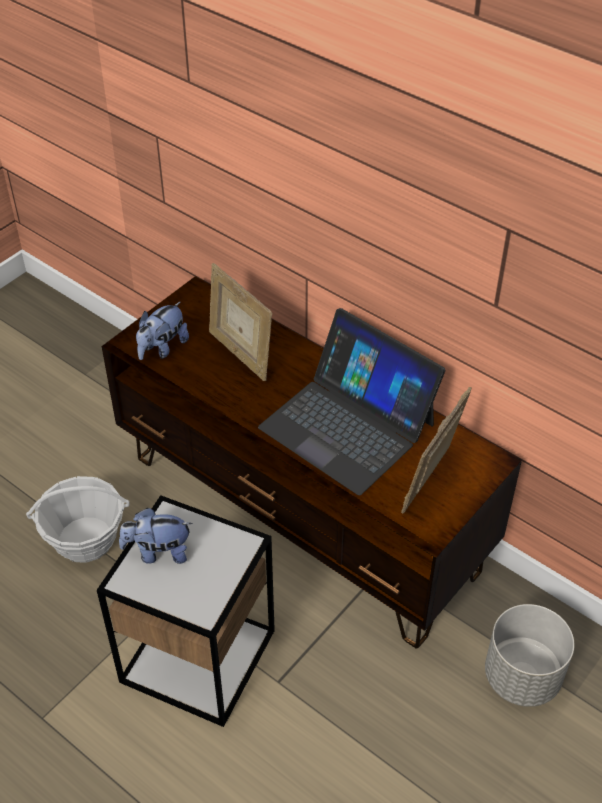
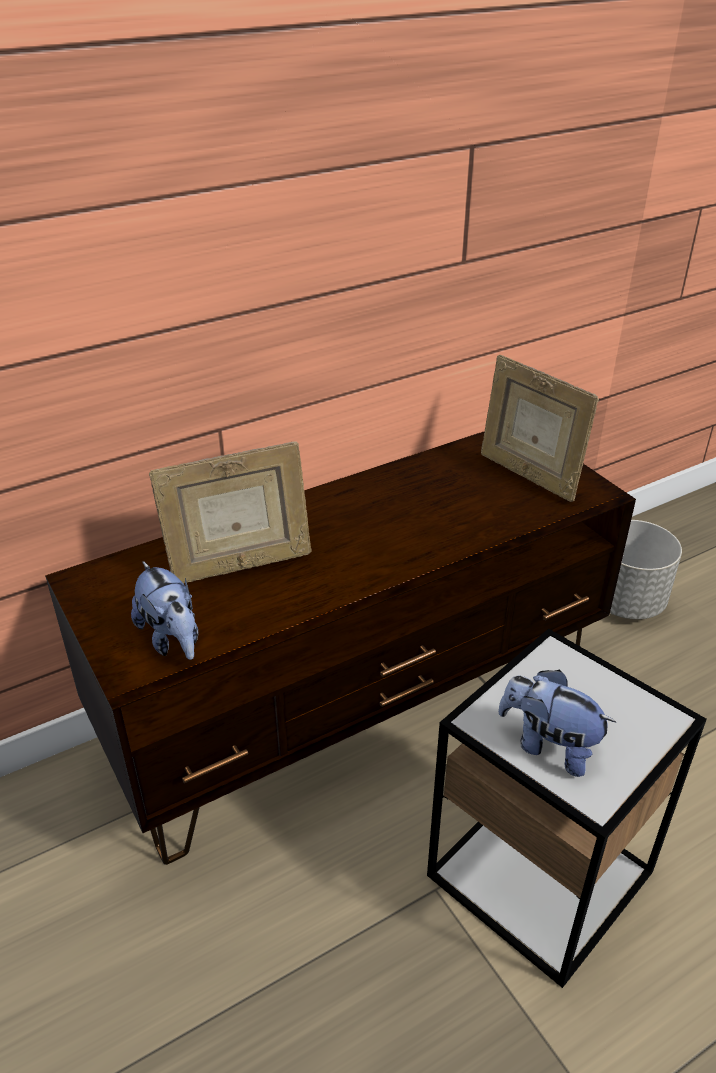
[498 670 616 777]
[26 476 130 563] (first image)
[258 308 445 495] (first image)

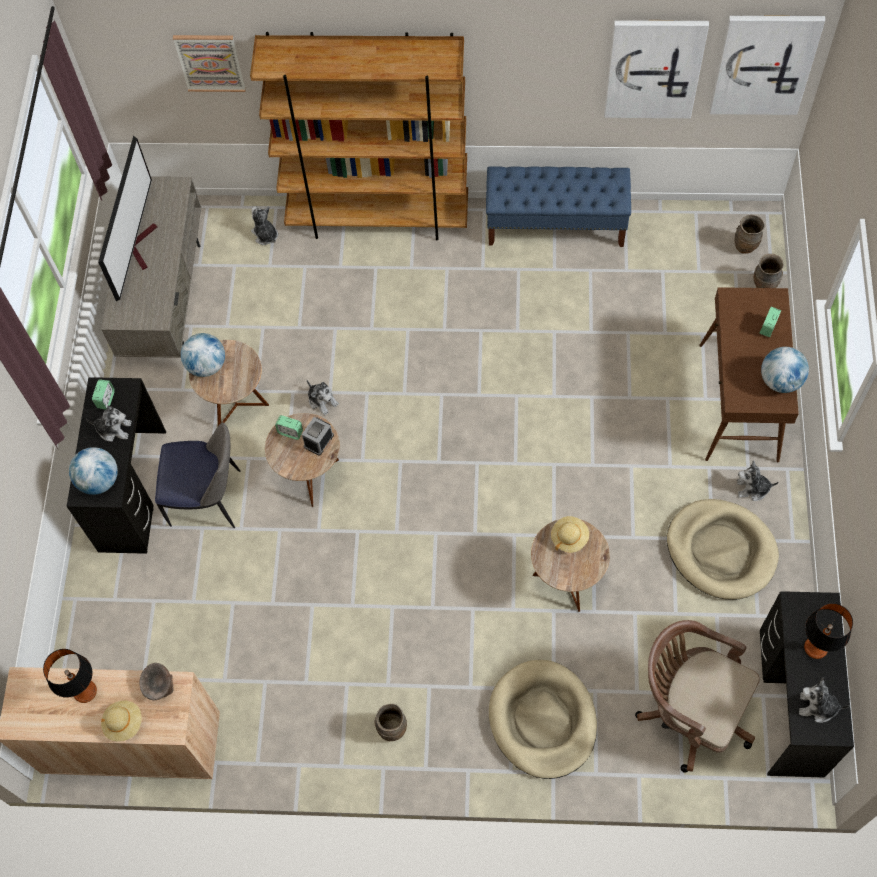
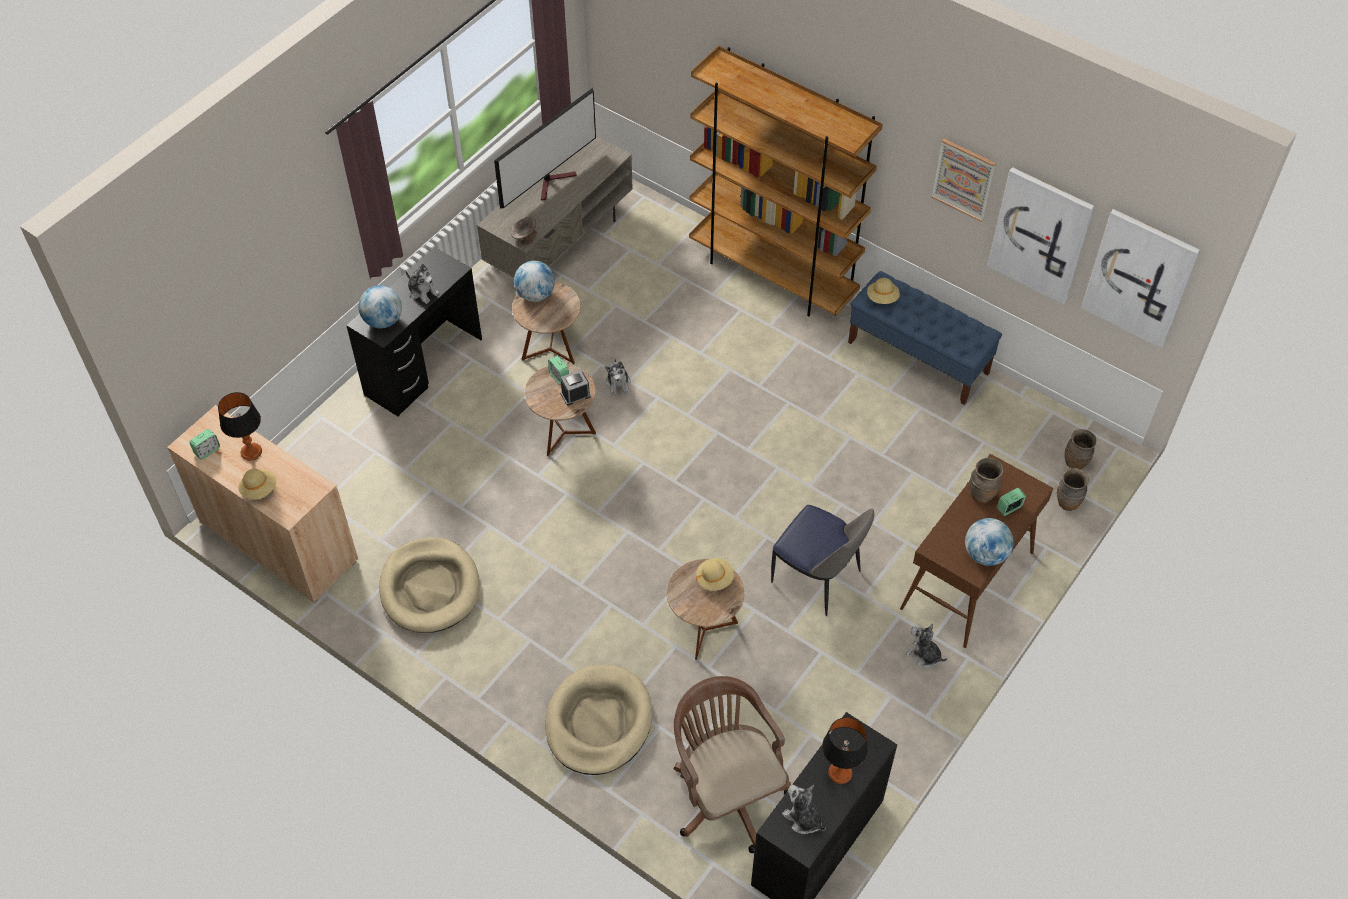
[190 429 220 460]
[379 537 480 632]
[511 217 537 245]
[771 505 874 616]
[867 278 900 304]
[931 138 996 222]
[969 457 1003 503]
[251 206 278 245] (first image)

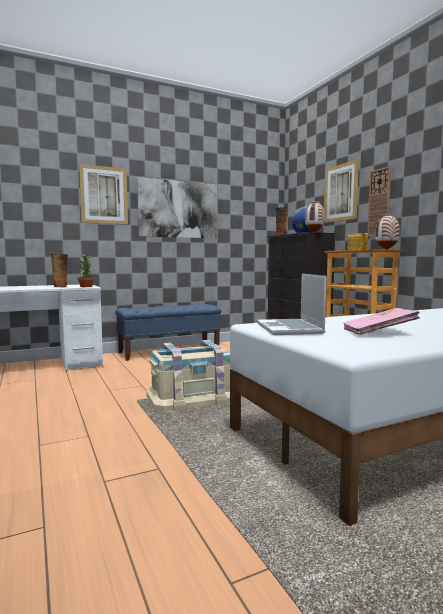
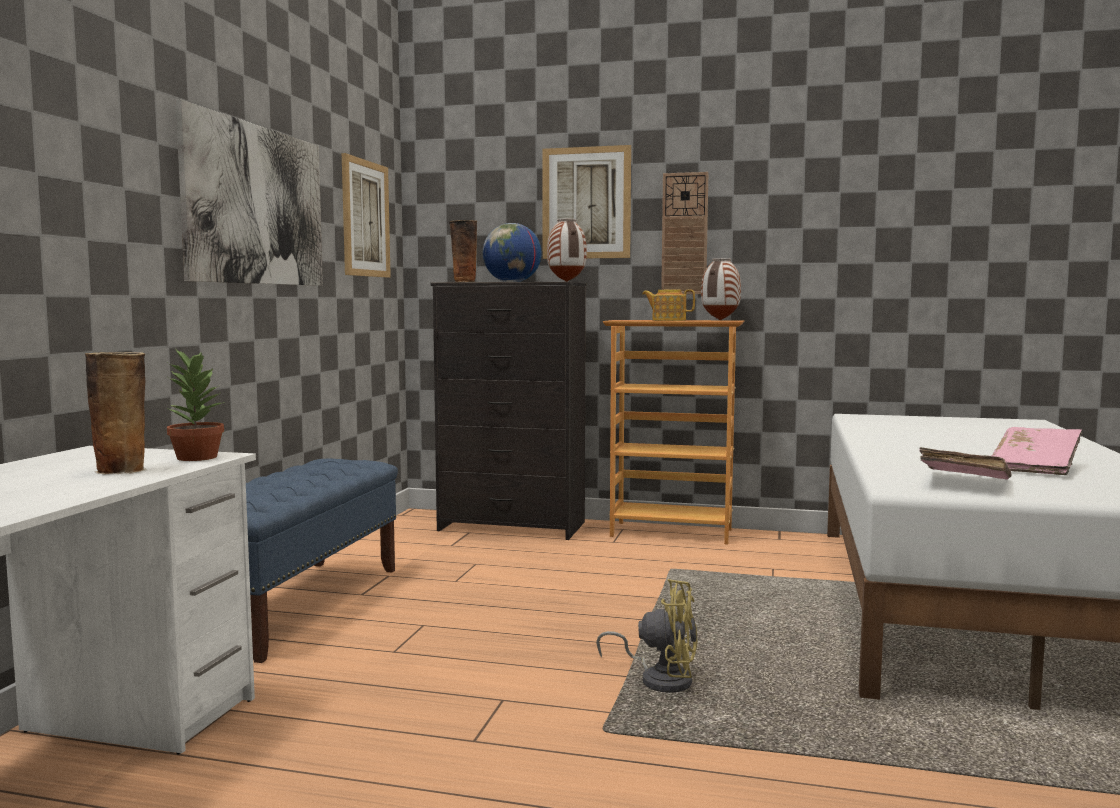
[342 153 391 278]
[596 579 698 693]
[919 447 1012 480]

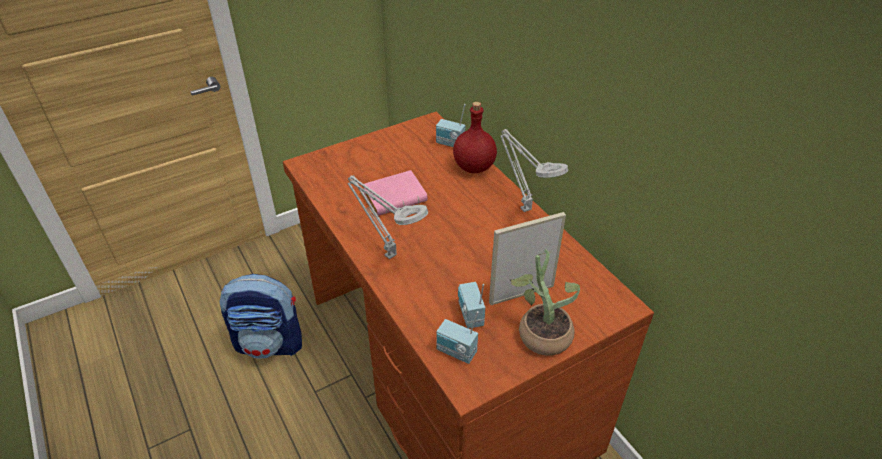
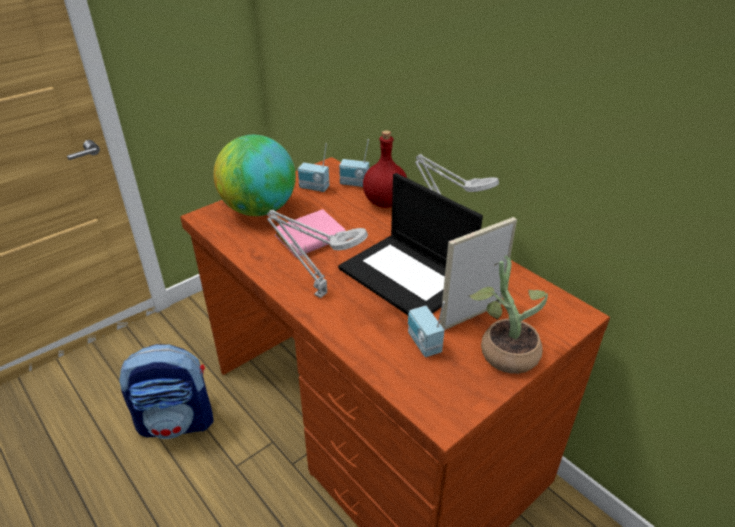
[213 135 296 216]
[298 143 329 192]
[338 173 483 315]

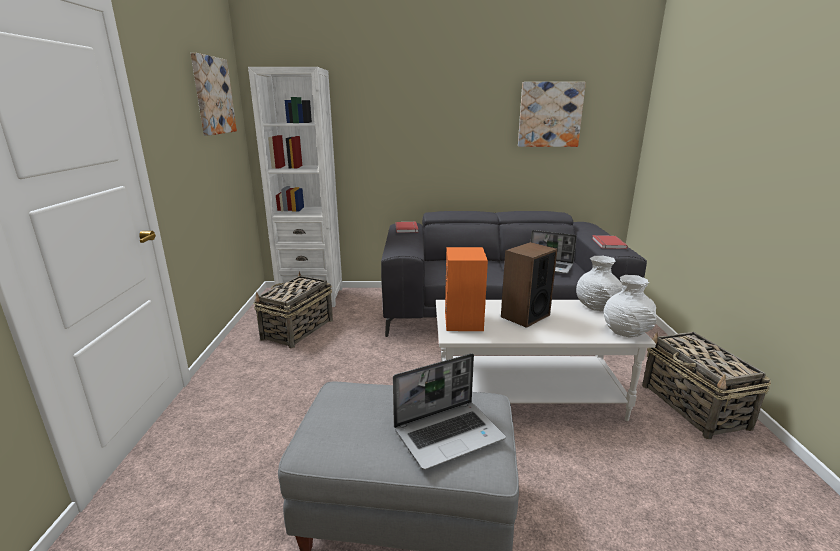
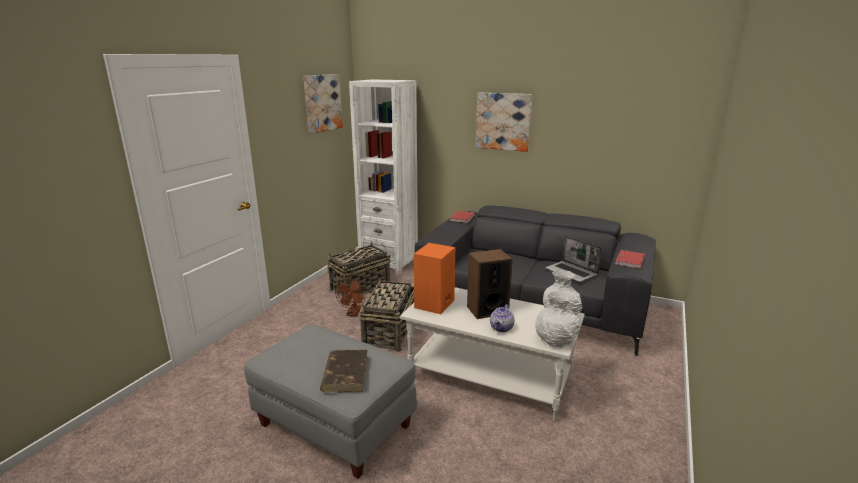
[320 350 368 392]
[335 278 366 317]
[359 277 414 352]
[476 93 533 152]
[490 304 514 332]

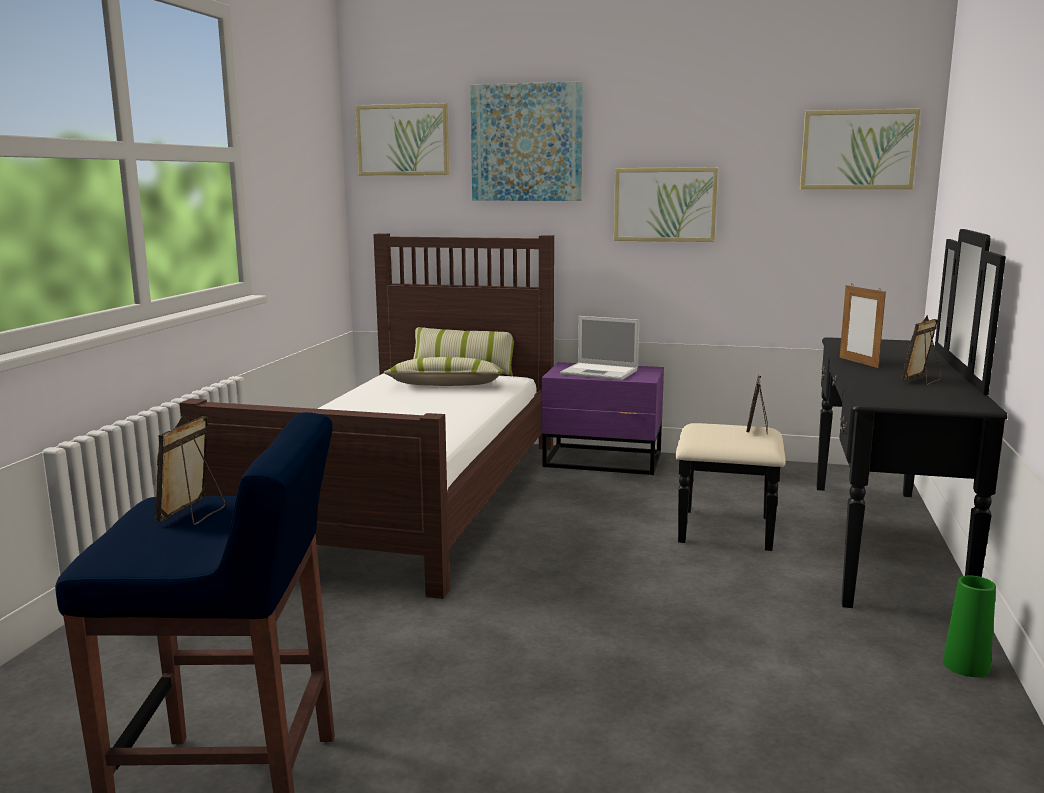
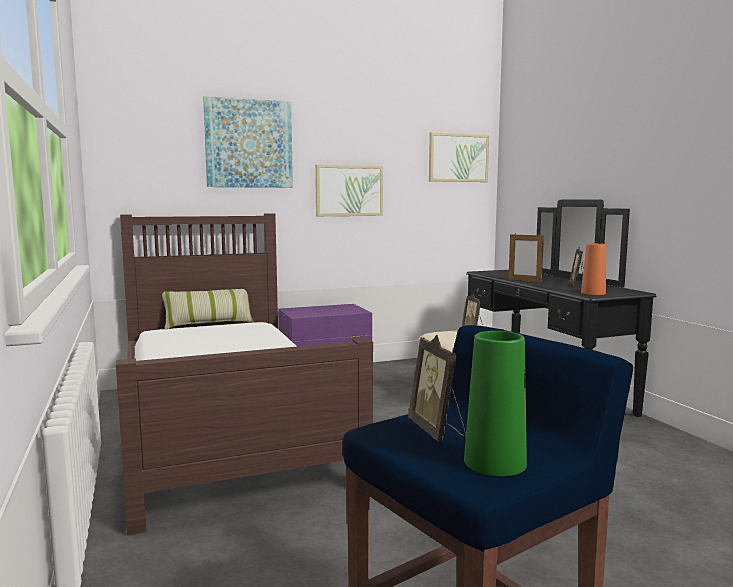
[464 331 527 476]
[581 243 606 295]
[355 103 449 175] (first image)
[383 357 505 386] (first image)
[560 316 639 380] (first image)

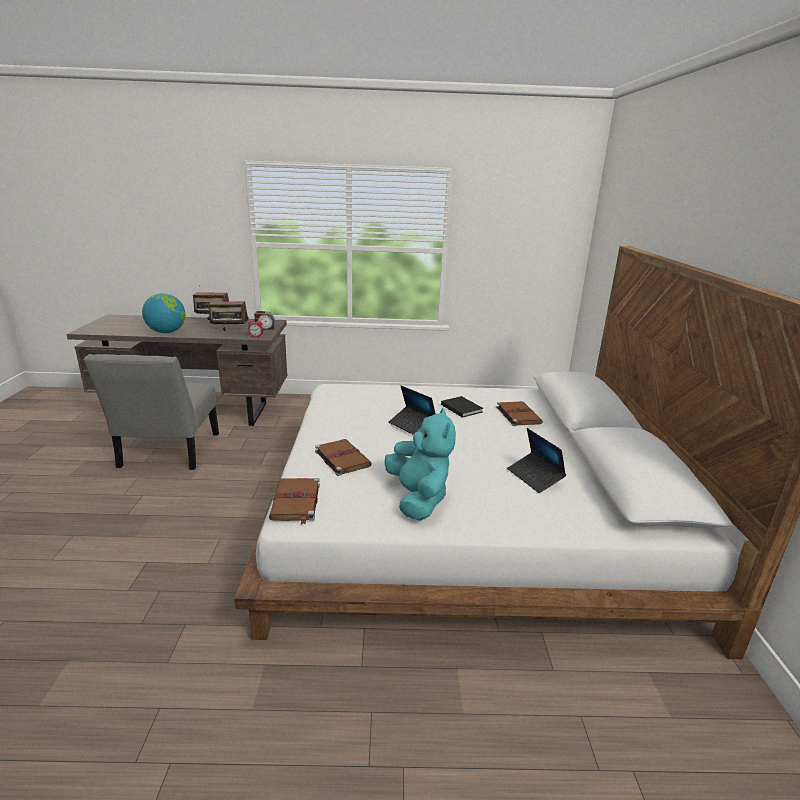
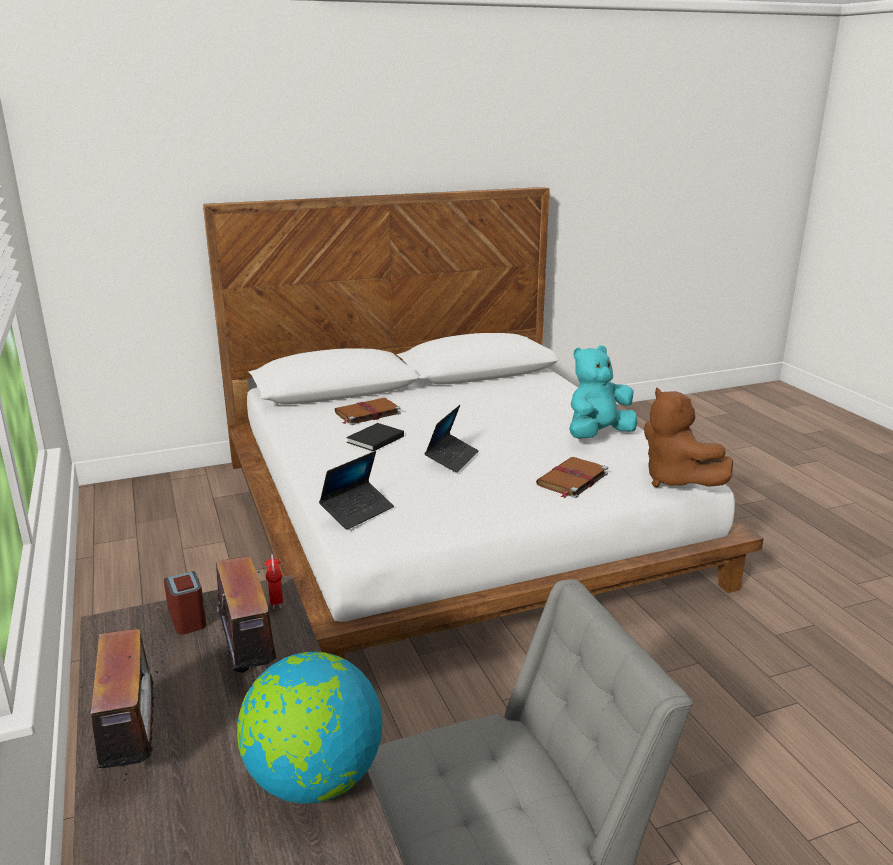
[319 451 394 530]
[644 387 733 487]

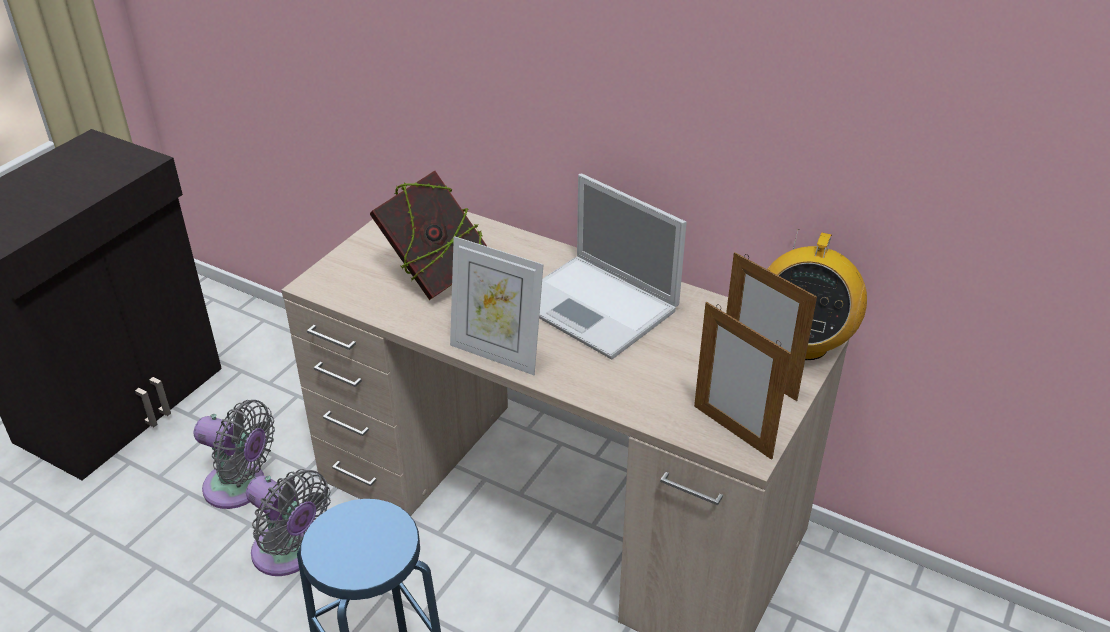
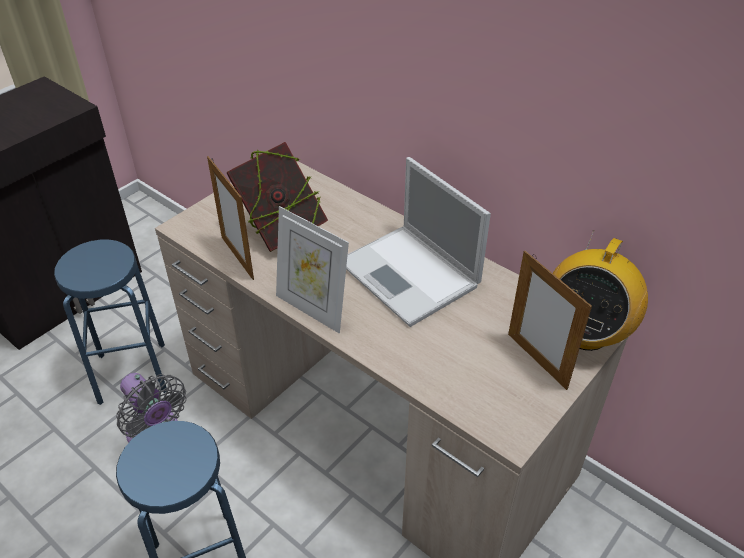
[54 240 167 405]
[207 156 254 280]

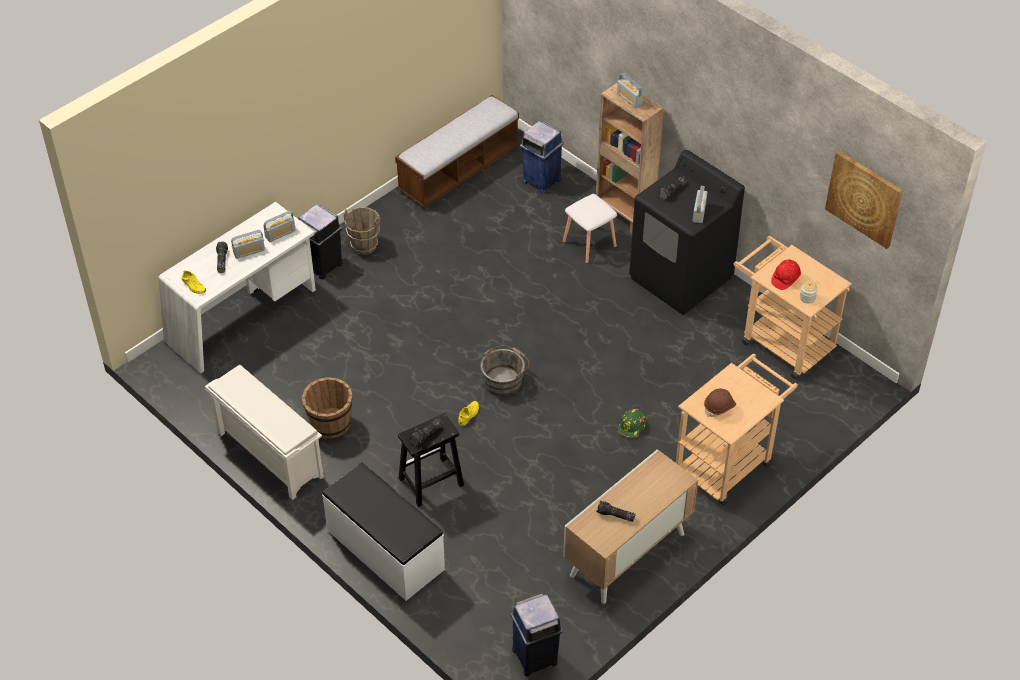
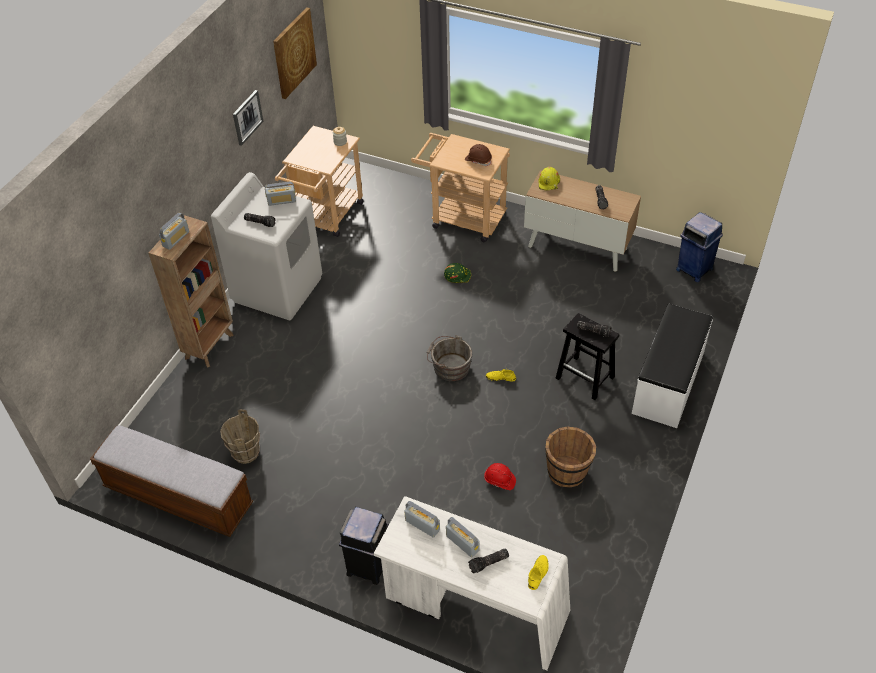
[211 172 322 320]
[220 409 260 464]
[233 90 263 146]
[484 463 516 490]
[539 167 560 191]
[205 365 324 500] (first image)
[520 121 564 194] (first image)
[563 194 617 264] (first image)

